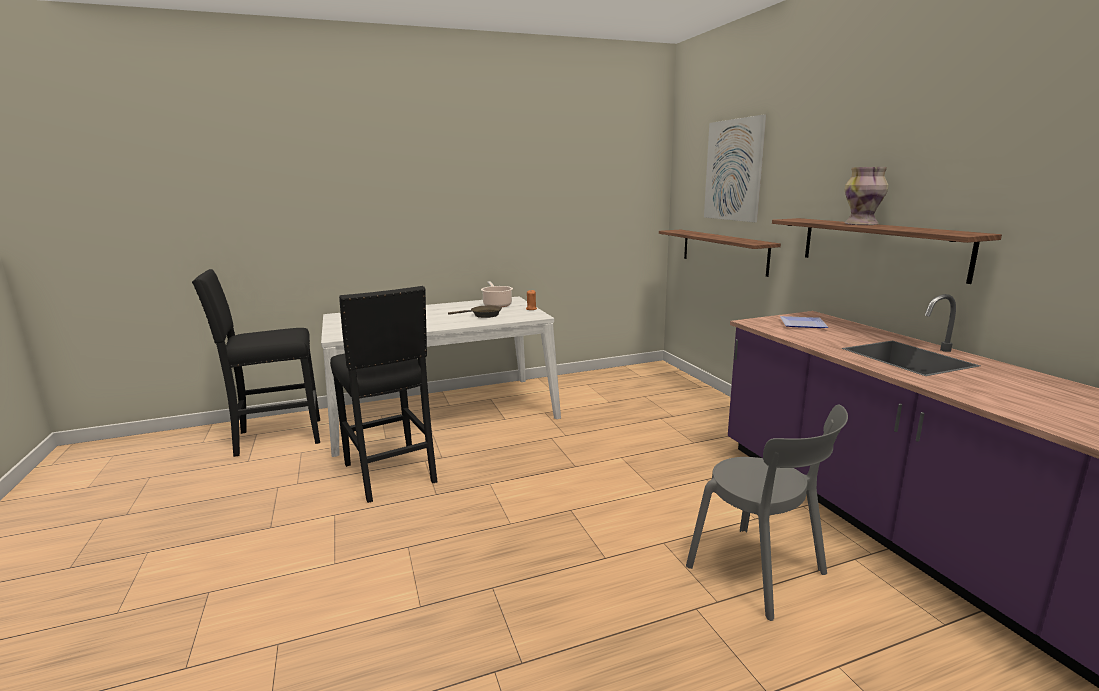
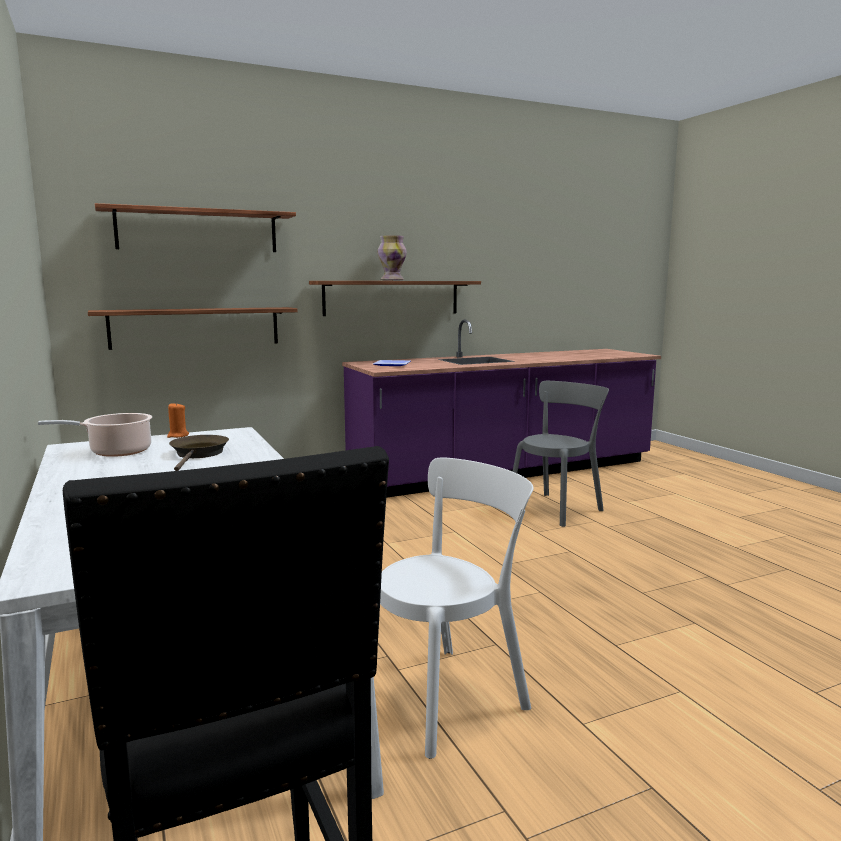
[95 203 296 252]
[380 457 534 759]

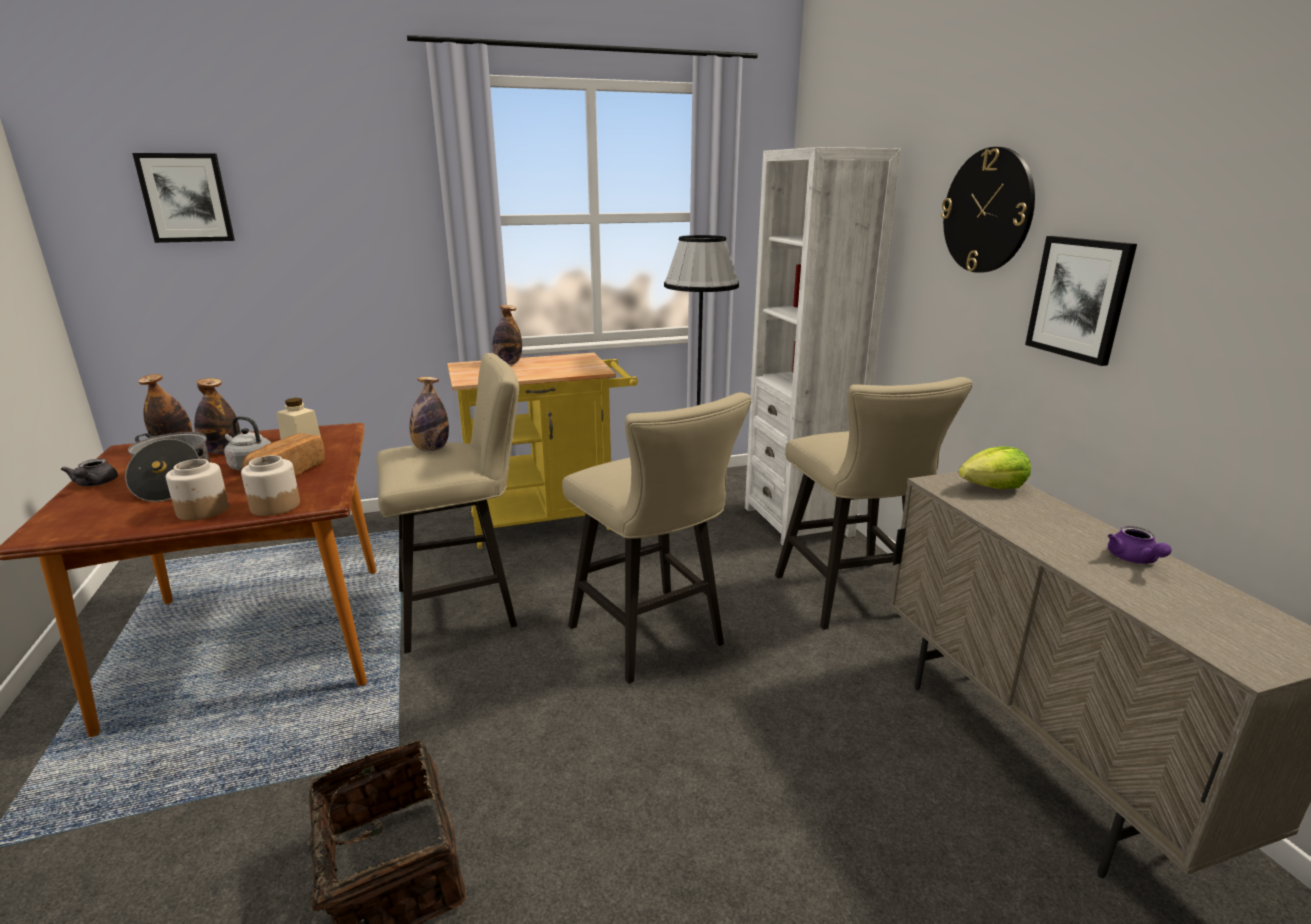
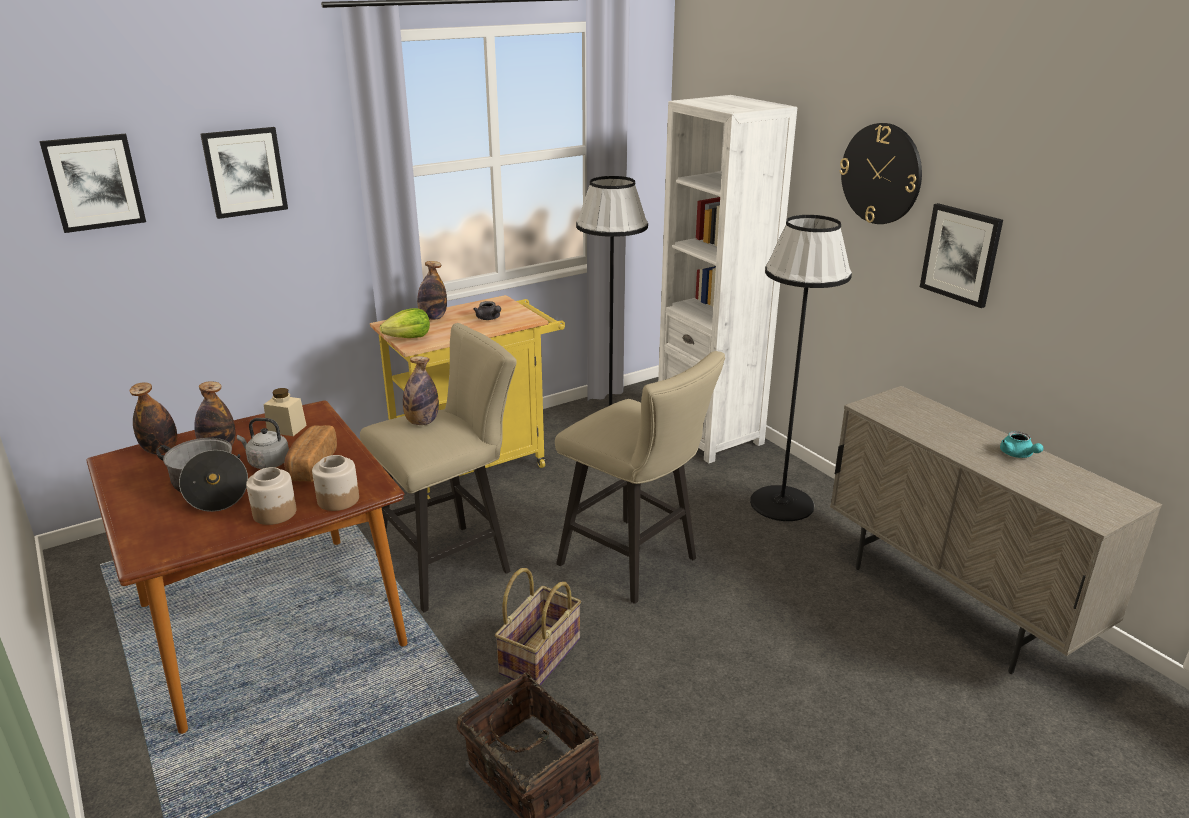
[200 127 288 219]
[380 308 430 338]
[473 301 501 320]
[495 568 581 686]
[750 215 852 521]
[1000 431 1044 458]

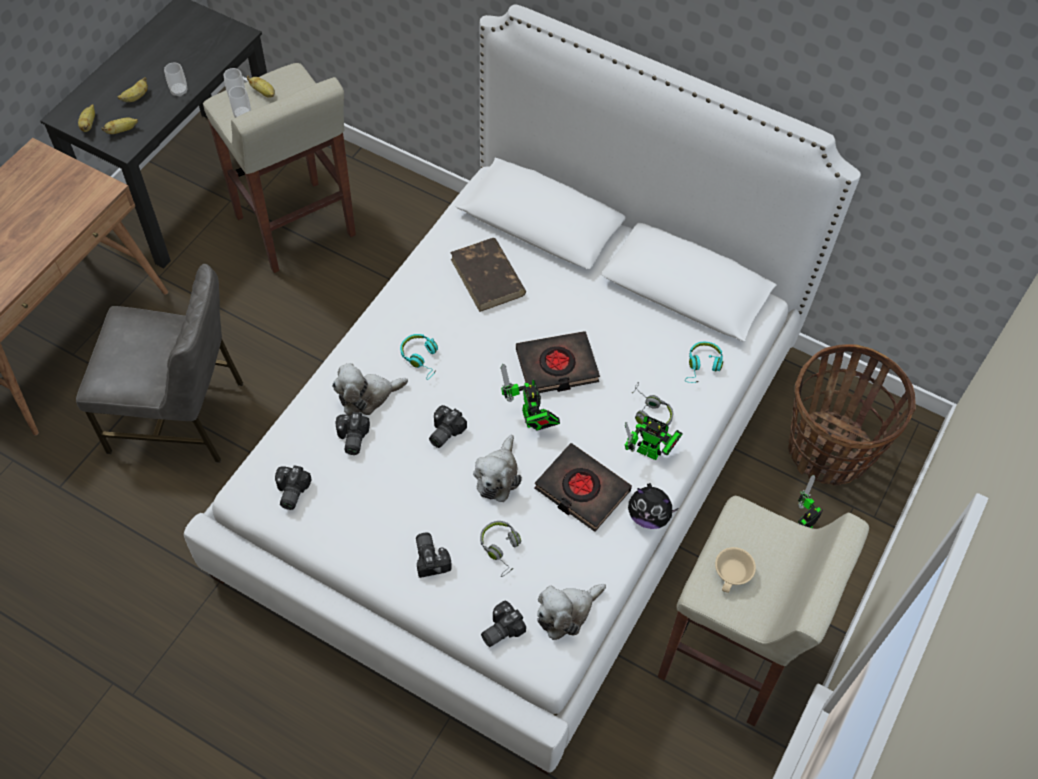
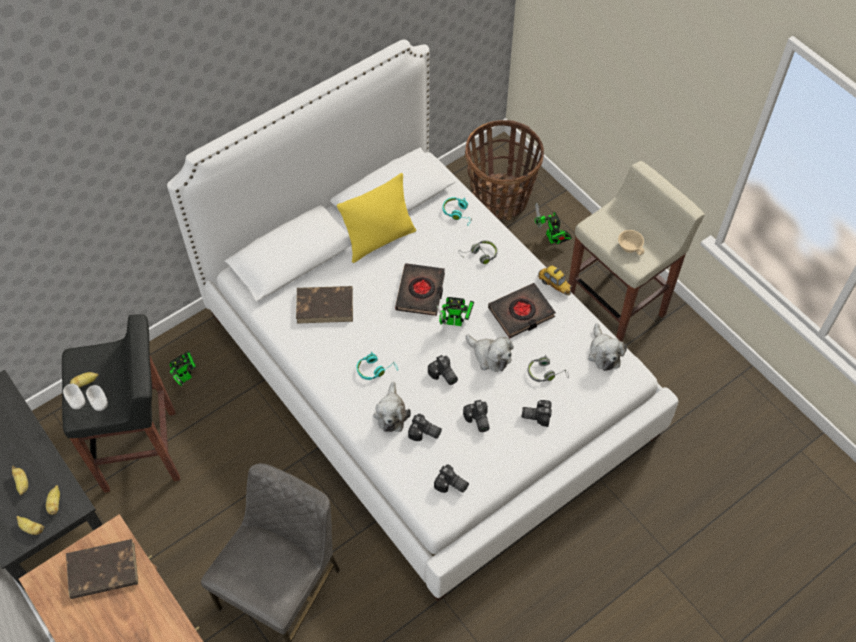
[62 314 180 493]
[66 539 138 599]
[169 351 196 386]
[337 173 416 263]
[463 400 490 432]
[538 266 572 295]
[164 63 187 97] (first image)

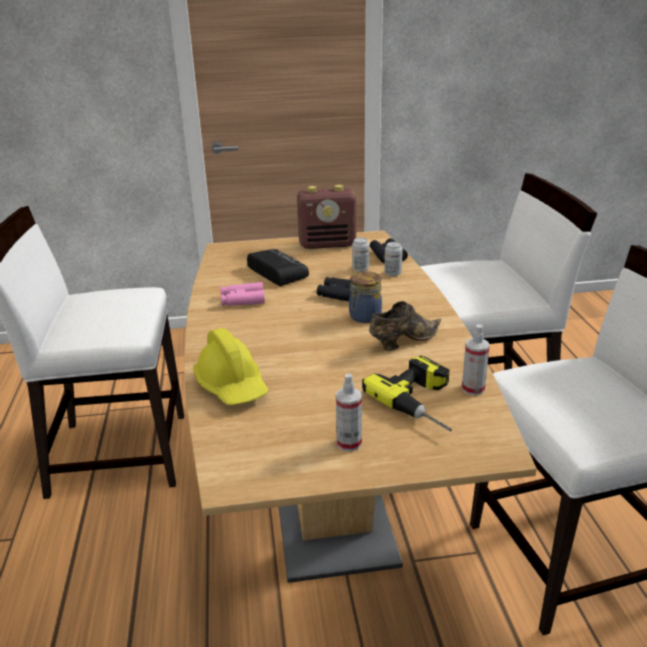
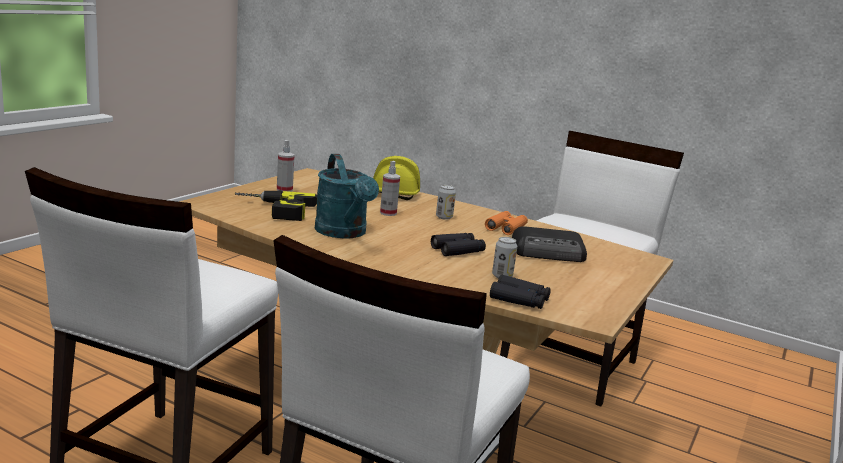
[315 154 379 239]
[380 161 400 216]
[436 185 456 220]
[485 211 528 235]
[297 185 356 249] (first image)
[349 271 382 323] (first image)

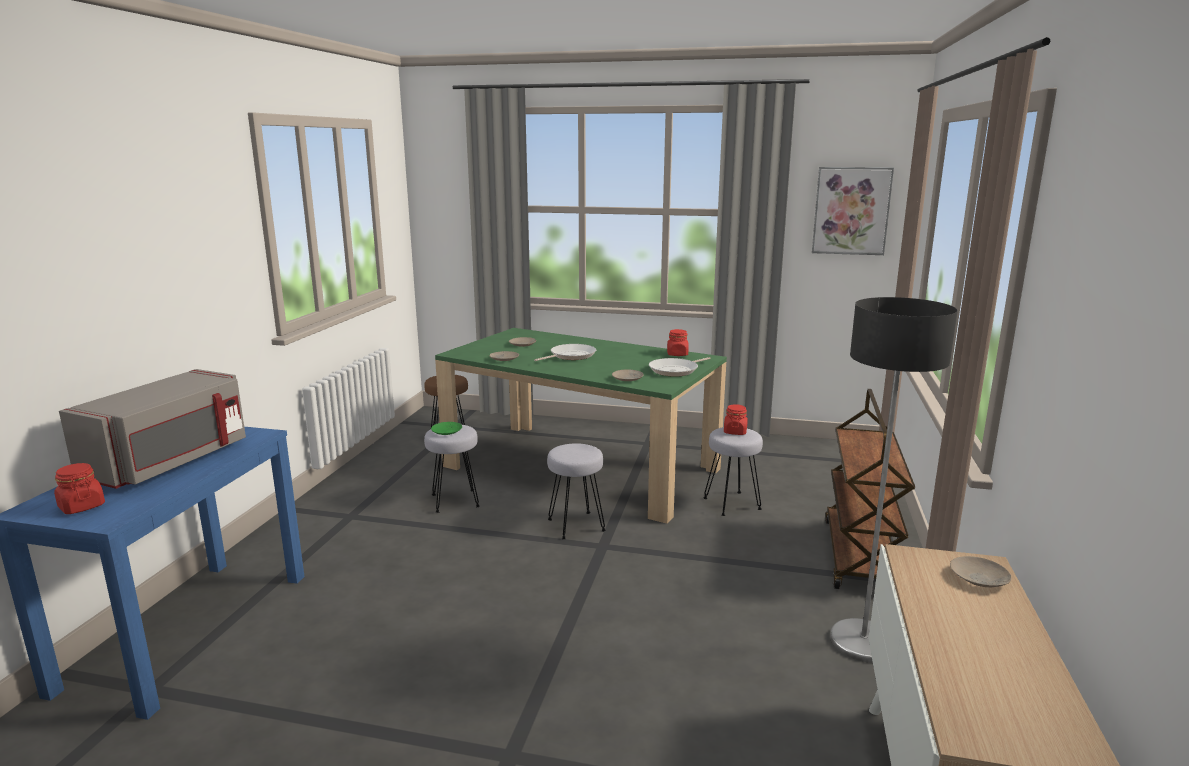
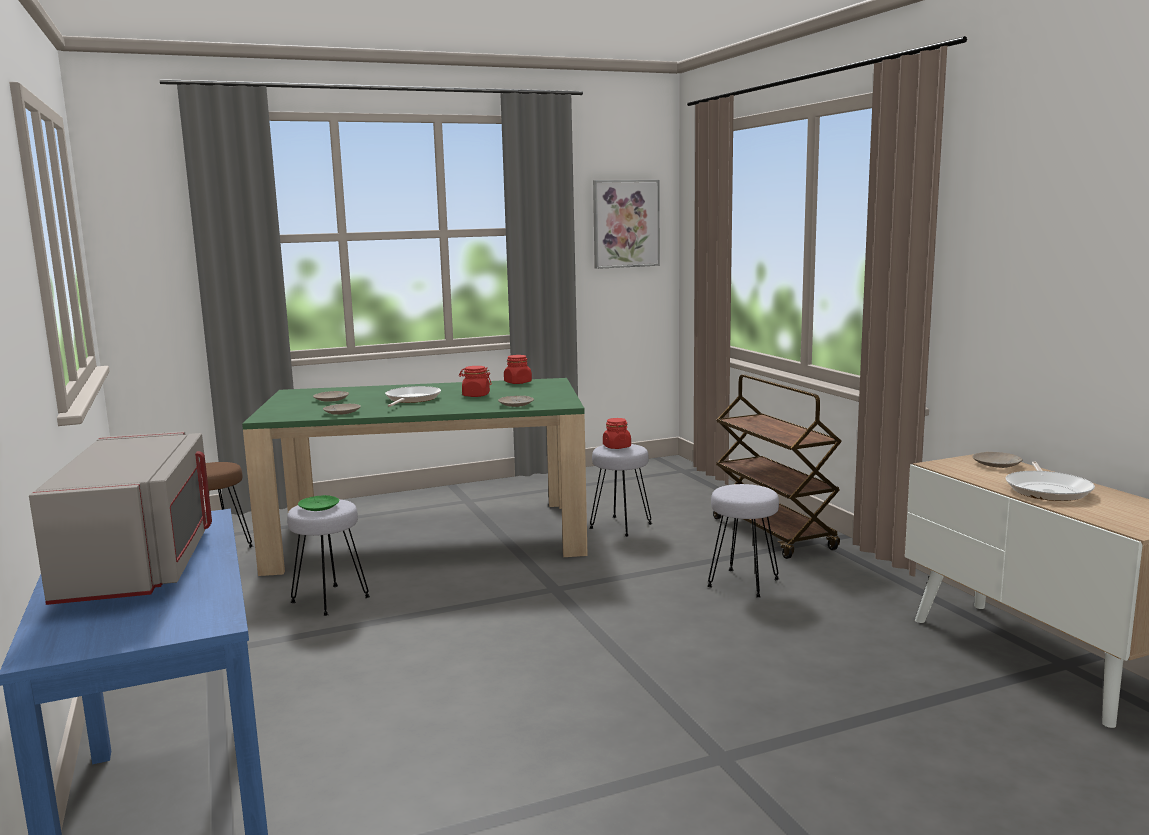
[459 366 492 397]
[707 484 779 598]
[1006 461 1095 501]
[830 297 958 663] (first image)

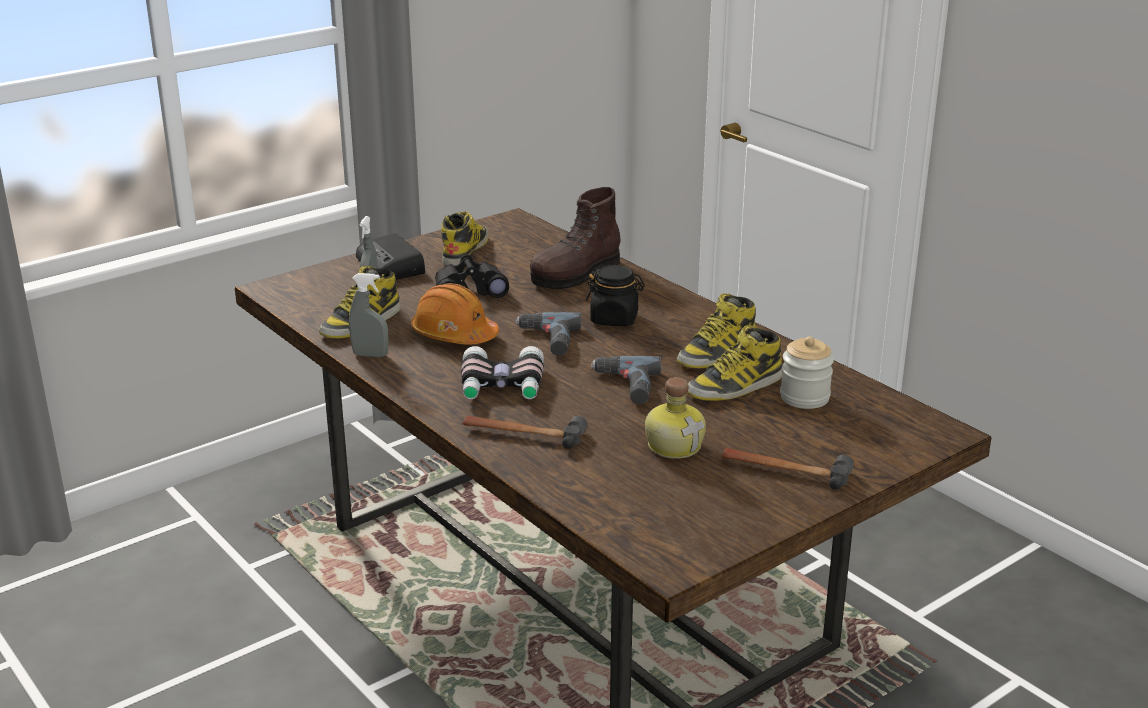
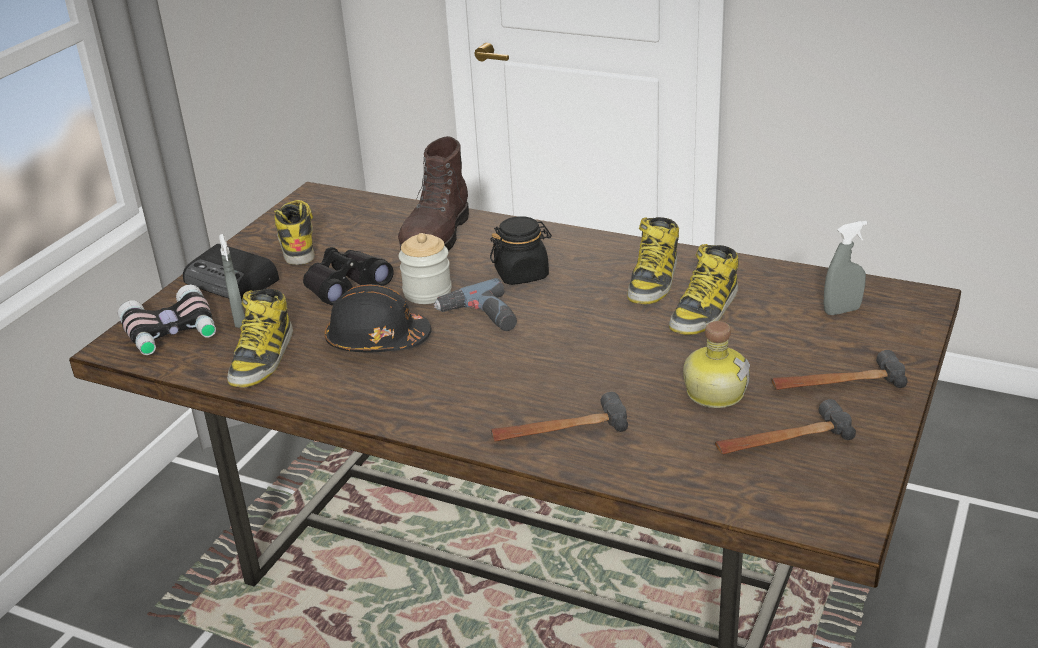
[118 285 216 355]
[325 284 432 353]
[399 233 452 304]
[715 399 856 454]
[824 221 867 315]
[591 356 661 404] (first image)

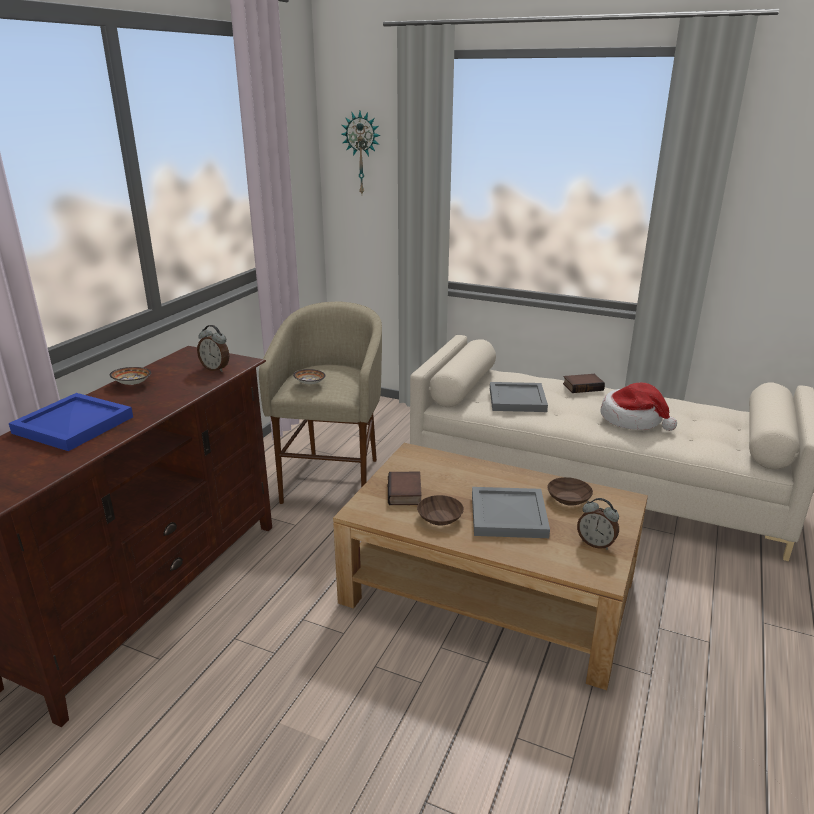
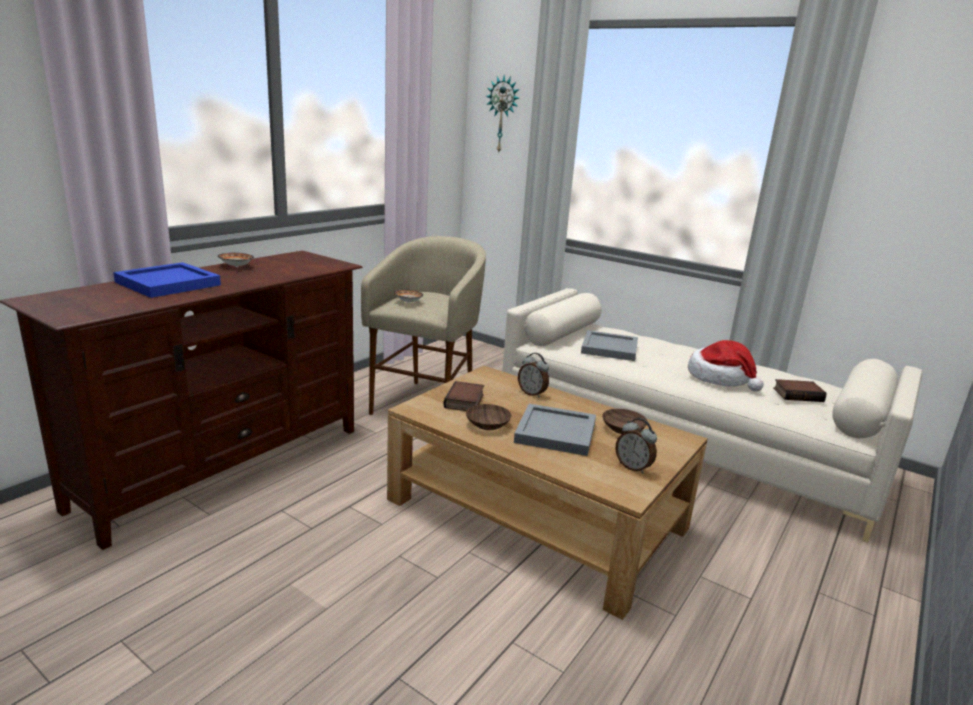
[518 353 549 398]
[774 379 826 402]

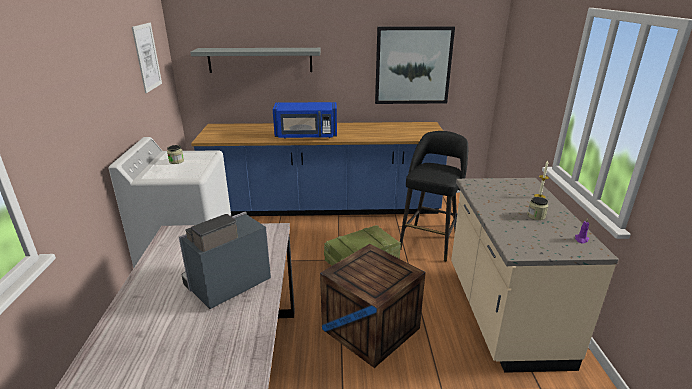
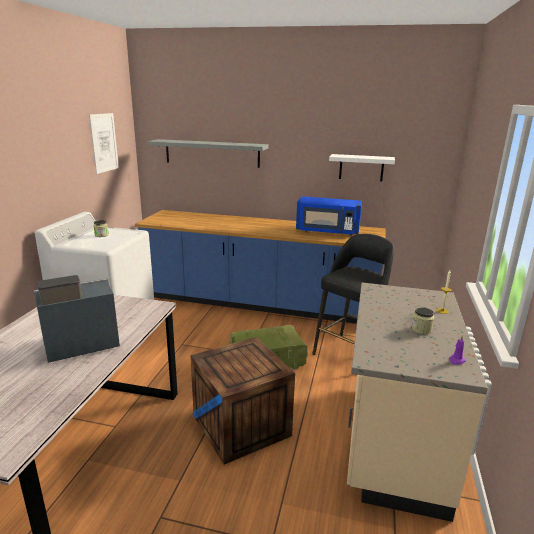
[296 196 362 236]
[329 154 395 182]

